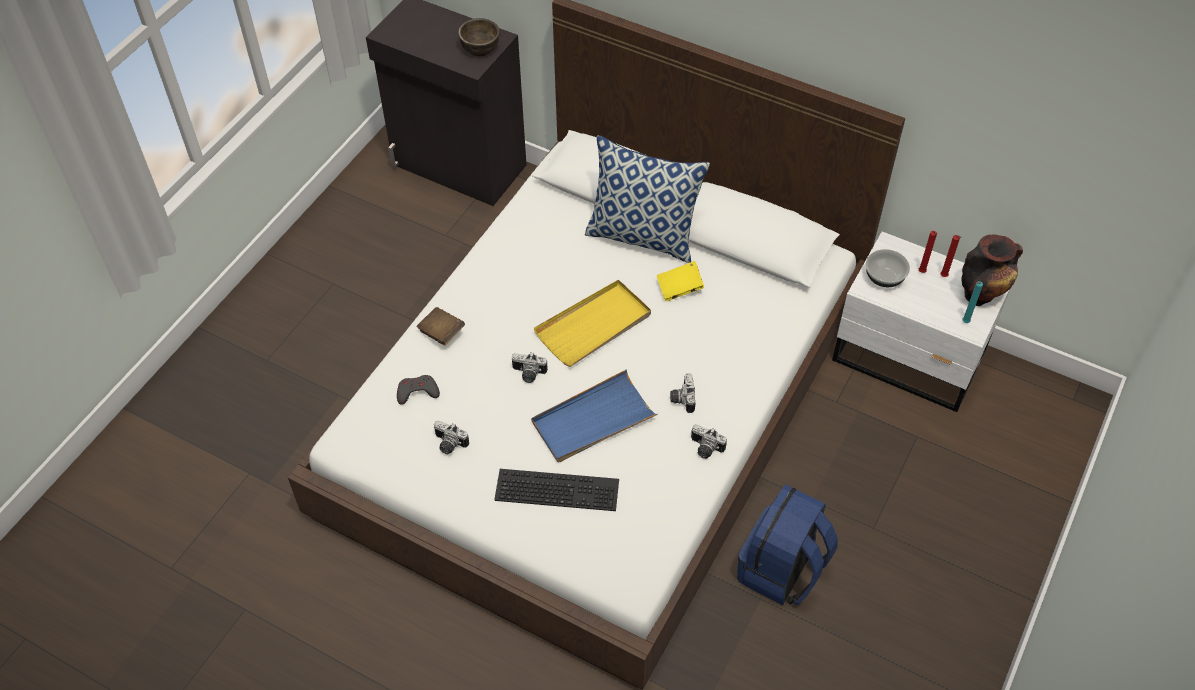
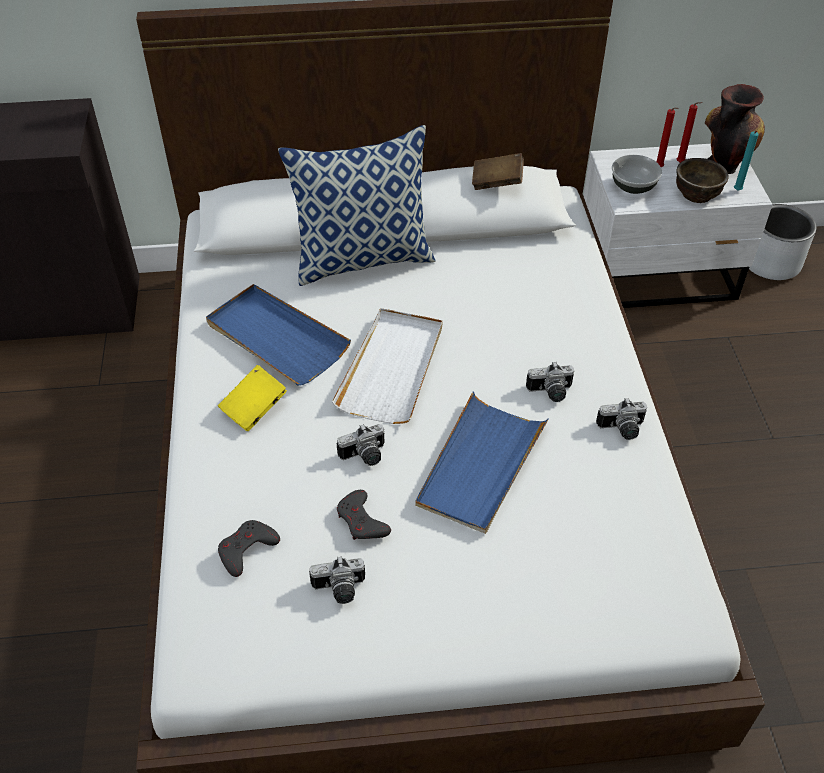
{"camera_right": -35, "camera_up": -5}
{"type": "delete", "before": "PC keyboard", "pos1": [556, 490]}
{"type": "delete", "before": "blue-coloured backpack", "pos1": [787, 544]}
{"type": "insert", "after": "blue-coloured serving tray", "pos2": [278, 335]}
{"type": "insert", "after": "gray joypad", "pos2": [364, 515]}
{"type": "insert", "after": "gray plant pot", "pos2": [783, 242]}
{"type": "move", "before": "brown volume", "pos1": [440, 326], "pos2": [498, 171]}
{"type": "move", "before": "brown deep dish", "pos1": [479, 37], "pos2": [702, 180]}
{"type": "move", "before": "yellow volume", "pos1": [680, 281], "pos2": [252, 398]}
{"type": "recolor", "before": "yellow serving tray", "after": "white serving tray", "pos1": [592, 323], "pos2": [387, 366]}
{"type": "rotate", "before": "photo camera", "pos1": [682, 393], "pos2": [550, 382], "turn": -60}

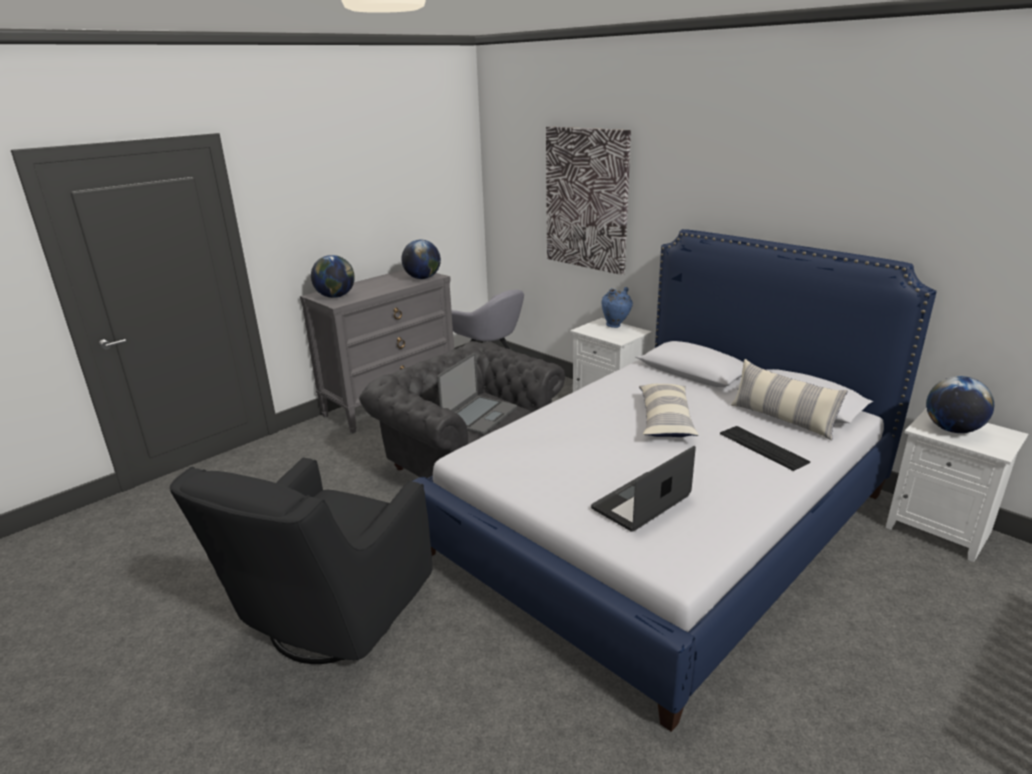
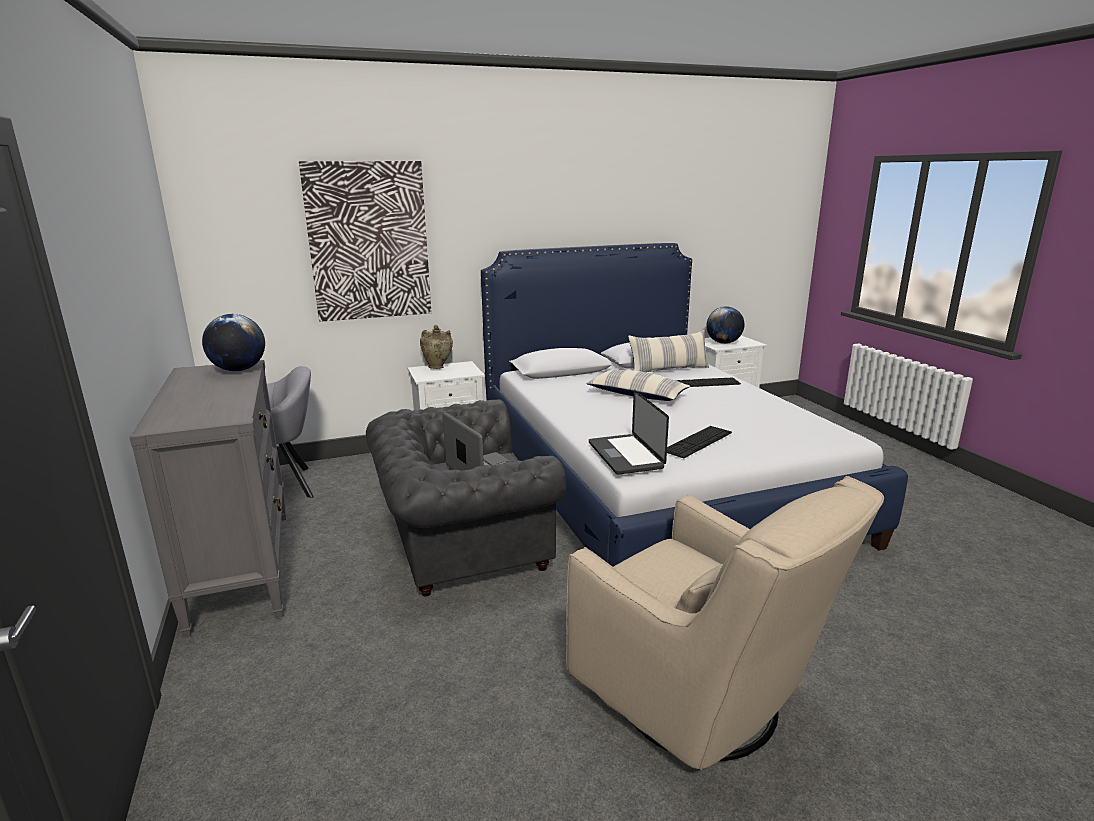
{"camera_right": -65, "camera_up": -5}
{"type": "delete", "before": "world globe", "pos1": [333, 276]}
{"type": "insert", "after": "PC keyboard", "pos2": [699, 442]}
{"type": "move", "before": "laptop", "pos1": [643, 489], "pos2": [629, 432]}
{"type": "recolor", "before": "blackish lounge chair", "after": "beige-coloured lounge chair", "pos1": [301, 560], "pos2": [725, 623]}
{"type": "recolor", "before": "blue-coloured decorative vase", "after": "beige-coloured decorative vase", "pos1": [617, 307], "pos2": [436, 347]}

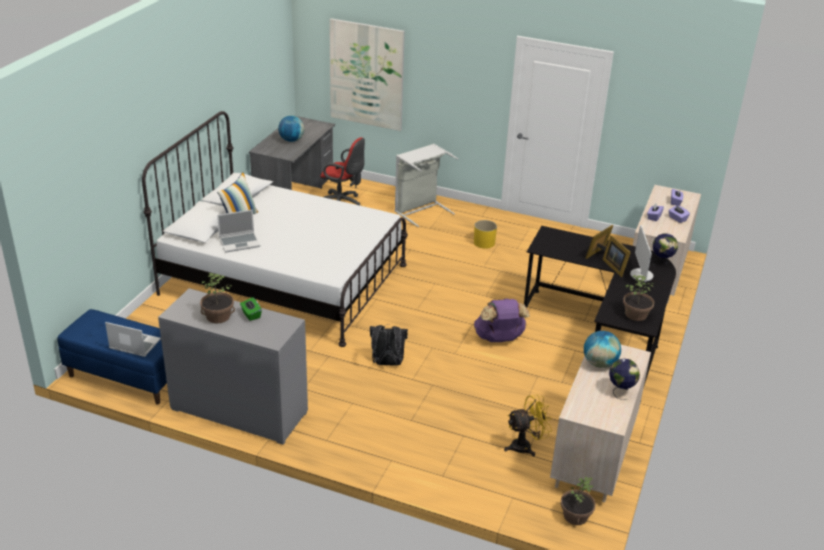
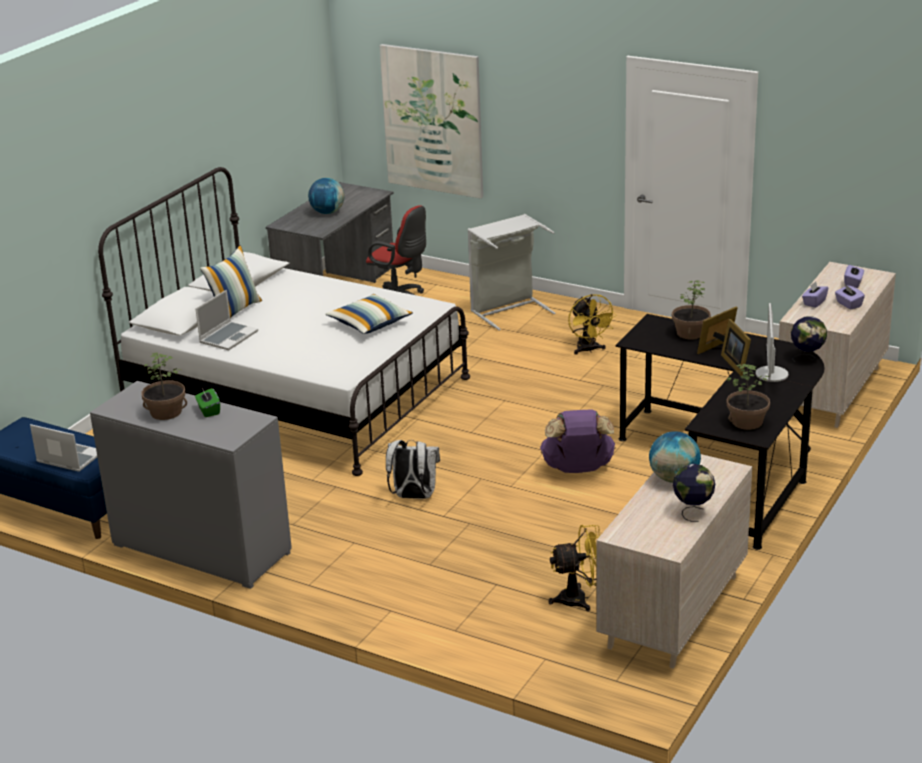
{"camera_right": 10, "camera_up": -5}
{"type": "insert", "after": "throw pillow", "pos2": [369, 314]}
{"type": "move", "before": "potted plant", "pos1": [578, 501], "pos2": [691, 309]}
{"type": "replace", "before": "yellow plant pot", "after": "yellow cooling fan", "pos1": [485, 234], "pos2": [592, 324]}
{"type": "recolor", "before": "blackish backpack", "after": "white backpack", "pos1": [389, 345], "pos2": [413, 469]}
{"type": "rotate", "before": "laptop", "pos1": [238, 231], "pos2": [226, 320], "turn": -45}

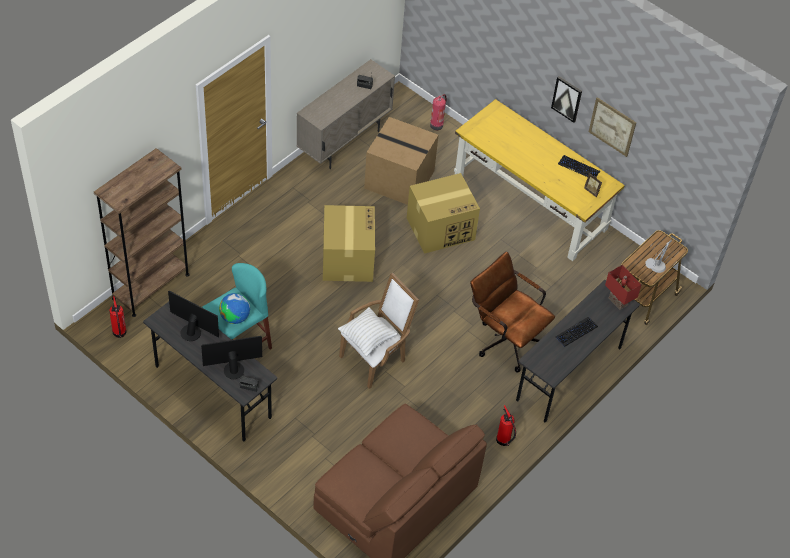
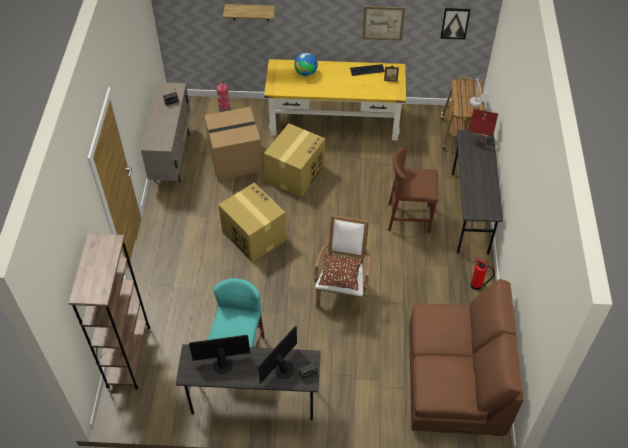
{"camera_right": -35, "camera_up": 0}
{"type": "delete", "before": "fire-fighting cylinder", "pos1": [118, 317]}
{"type": "delete", "before": "PC keyboard", "pos1": [577, 332]}
{"type": "insert", "after": "bracket shelf", "pos2": [249, 12]}
{"type": "move", "before": "world globe", "pos1": [234, 308], "pos2": [306, 64]}
{"type": "move", "before": "picture", "pos1": [566, 99], "pos2": [455, 23]}
{"type": "replace", "before": "brown desk chair", "after": "brown sitting stool", "pos1": [512, 312], "pos2": [413, 190]}
{"type": "recolor", "before": "white throw pillow", "after": "brown throw pillow", "pos1": [367, 332], "pos2": [340, 272]}

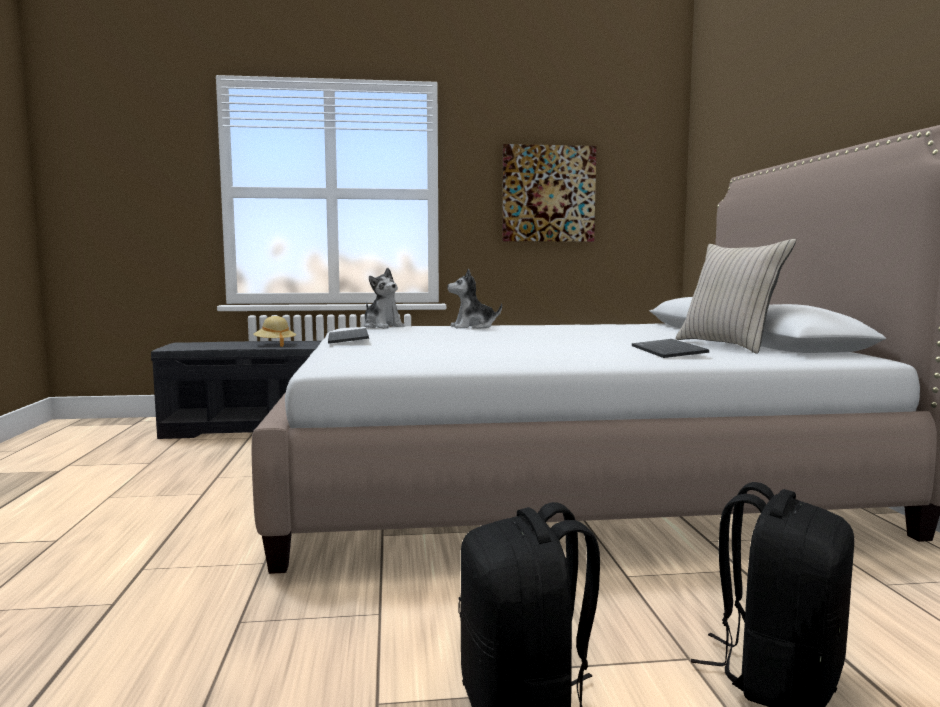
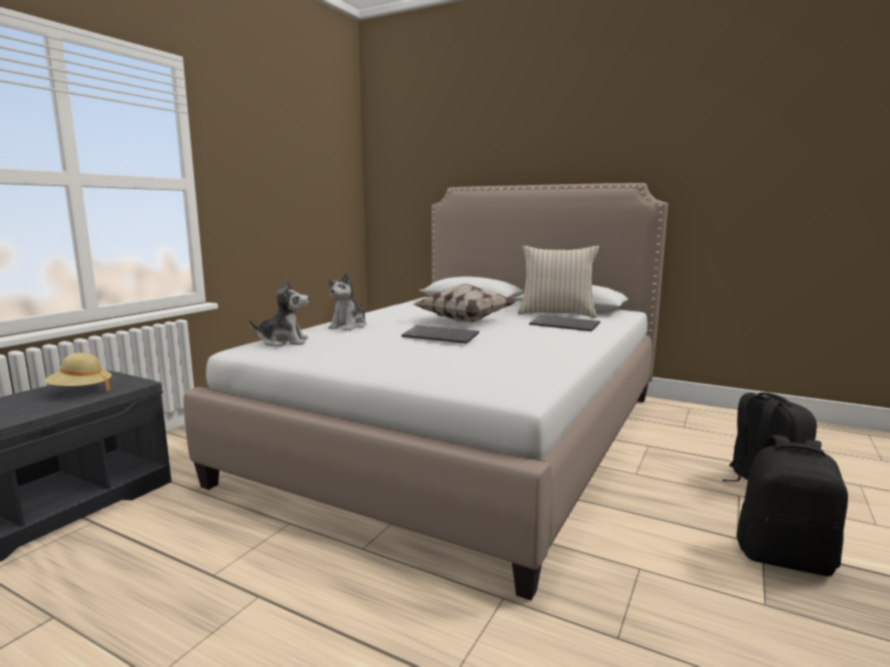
{"camera_right": -55, "camera_up": 5}
{"type": "delete", "before": "picture", "pos1": [549, 193]}
{"type": "insert", "after": "throw pillow", "pos2": [464, 303]}
{"type": "move", "before": "PC keyboard", "pos1": [348, 336], "pos2": [440, 334]}

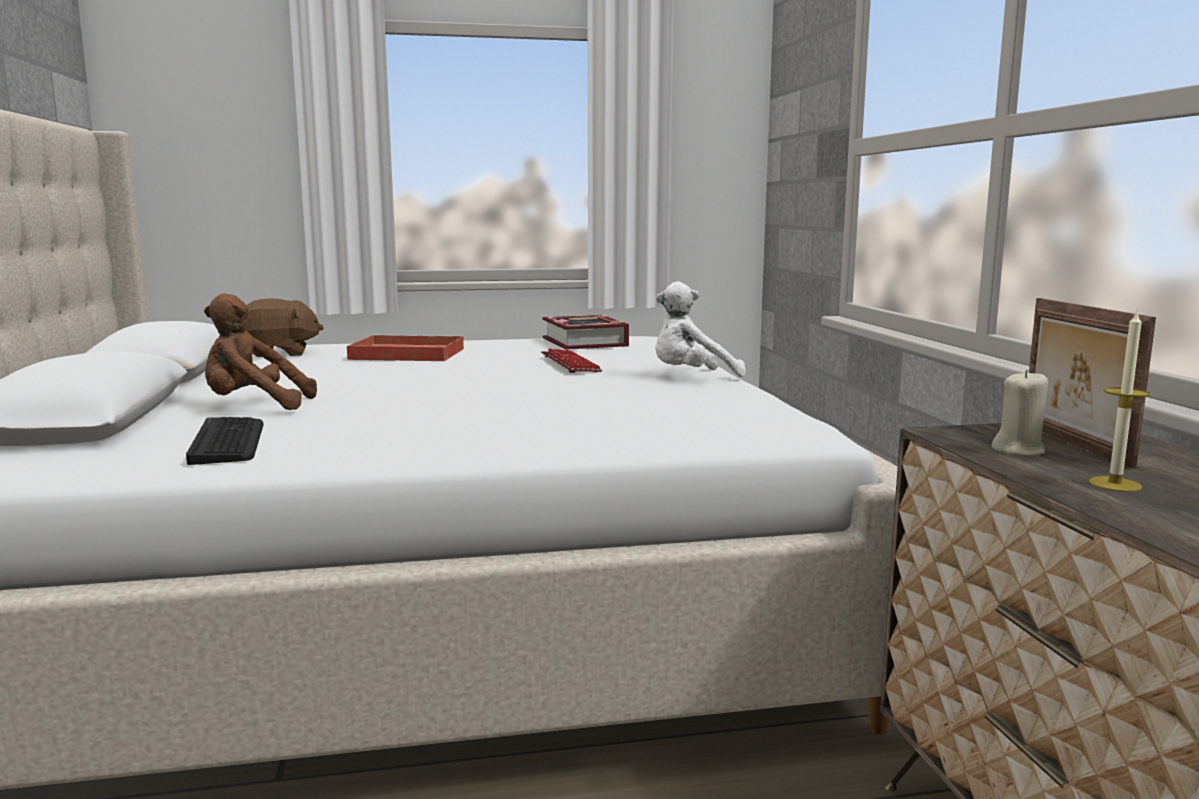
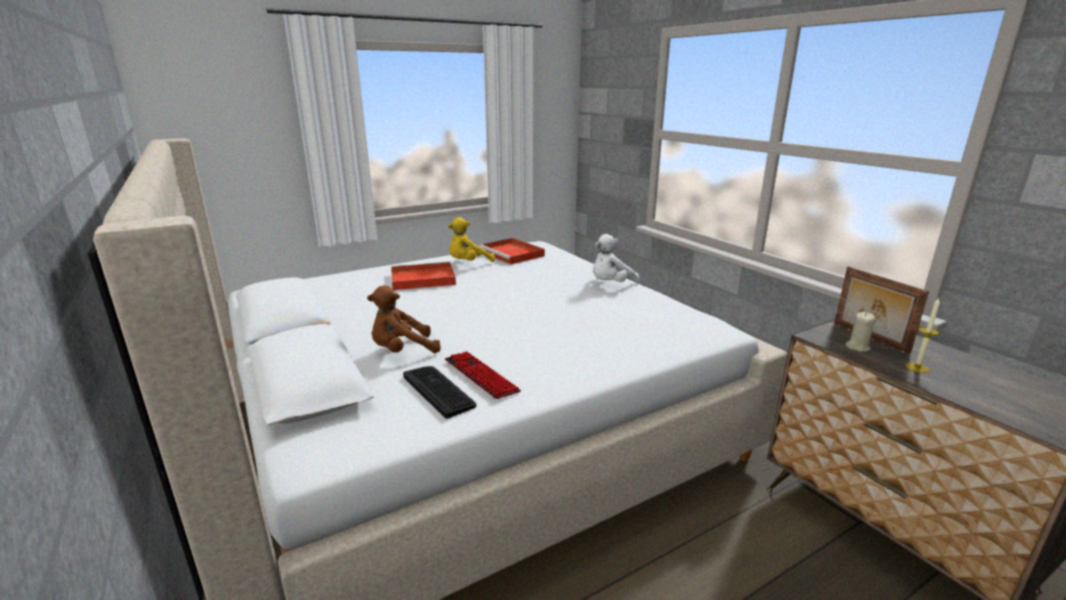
{"camera_right": -20, "camera_up": 10}
{"type": "delete", "before": "brown plush toy", "pos1": [284, 327]}
{"type": "insert", "after": "yellow plush toy", "pos2": [471, 239]}
{"type": "move", "before": "PC keyboard", "pos1": [571, 360], "pos2": [482, 375]}
{"type": "replace", "before": "volume", "after": "red serving tray", "pos1": [586, 332], "pos2": [512, 251]}

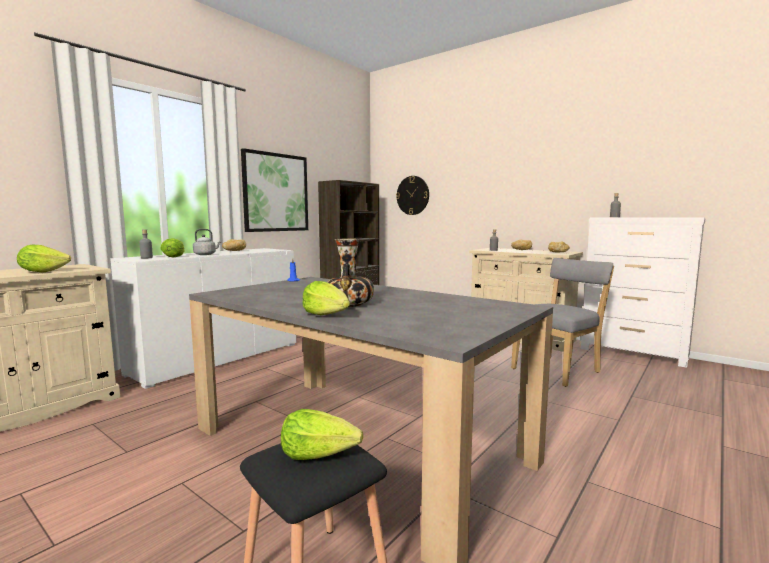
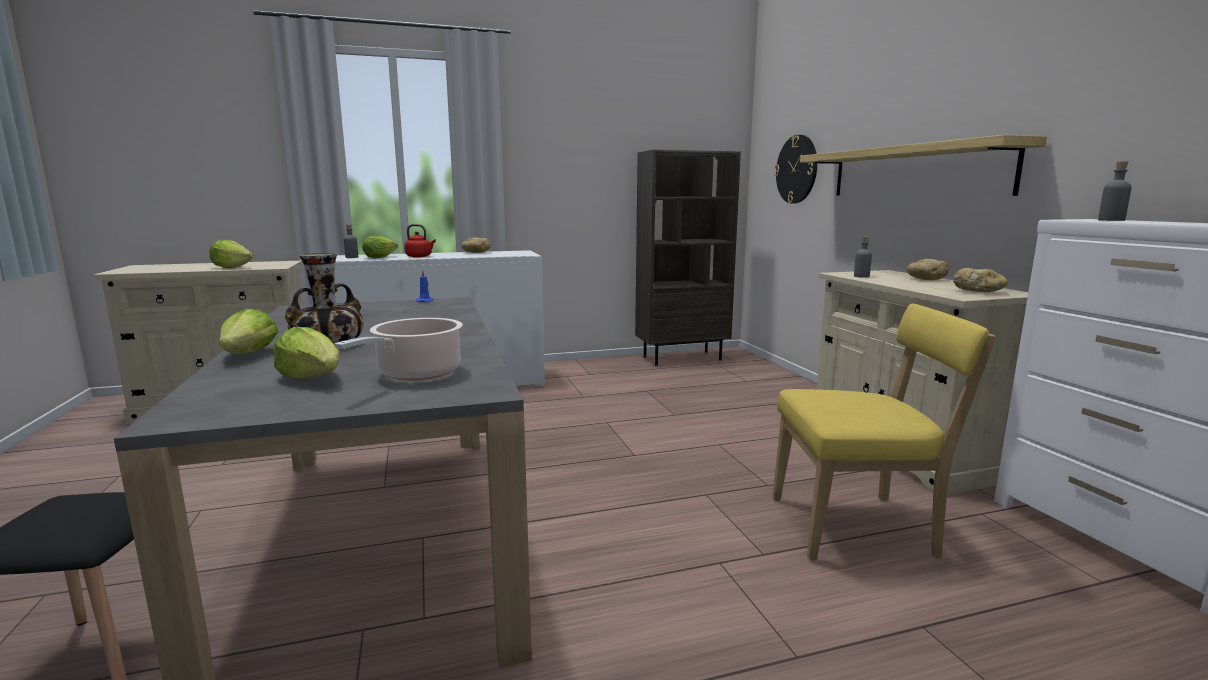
{"camera_right": 35, "camera_up": 5}
{"type": "delete", "before": "picture", "pos1": [274, 190]}
{"type": "insert", "after": "saucepot", "pos2": [399, 349]}
{"type": "insert", "after": "bracket shelf", "pos2": [923, 165]}
{"type": "move", "before": "head of lettuce", "pos1": [322, 434], "pos2": [306, 353]}
{"type": "recolor", "before": "gray kettle", "after": "red kettle", "pos1": [207, 242], "pos2": [420, 240]}
{"type": "recolor", "before": "gray chair", "after": "yellow chair", "pos1": [562, 322], "pos2": [884, 431]}

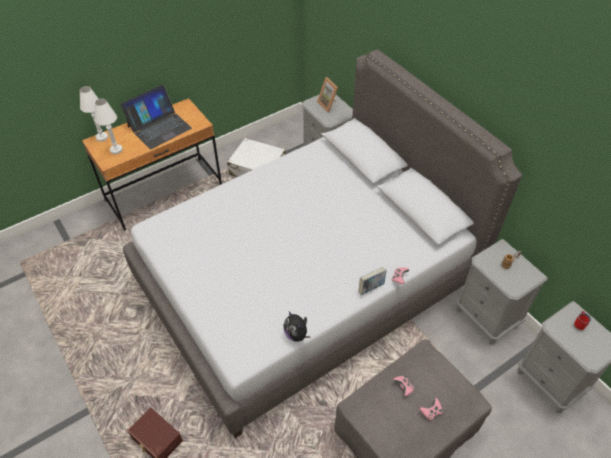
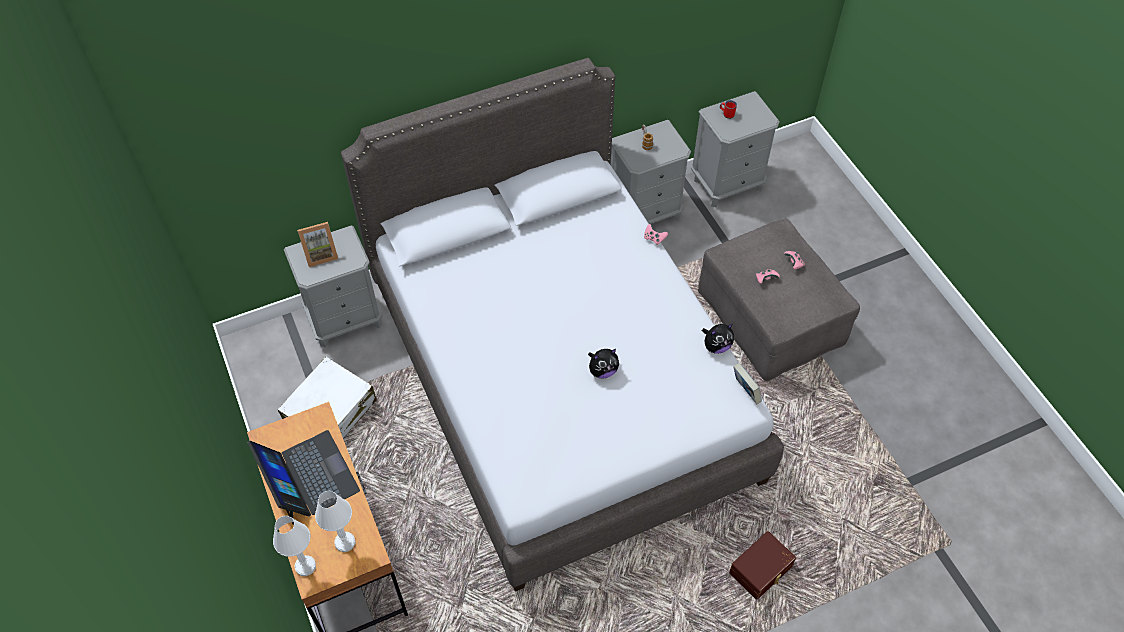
{"camera_right": -80, "camera_up": 5}
{"type": "insert", "after": "plush toy", "pos2": [603, 364]}
{"type": "move", "before": "volume", "pos1": [373, 281], "pos2": [747, 383]}

